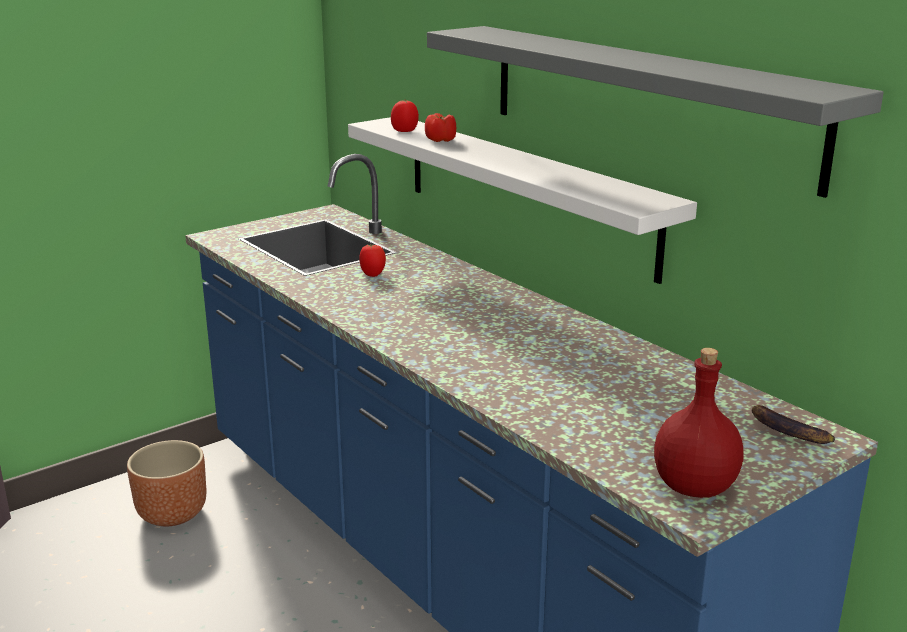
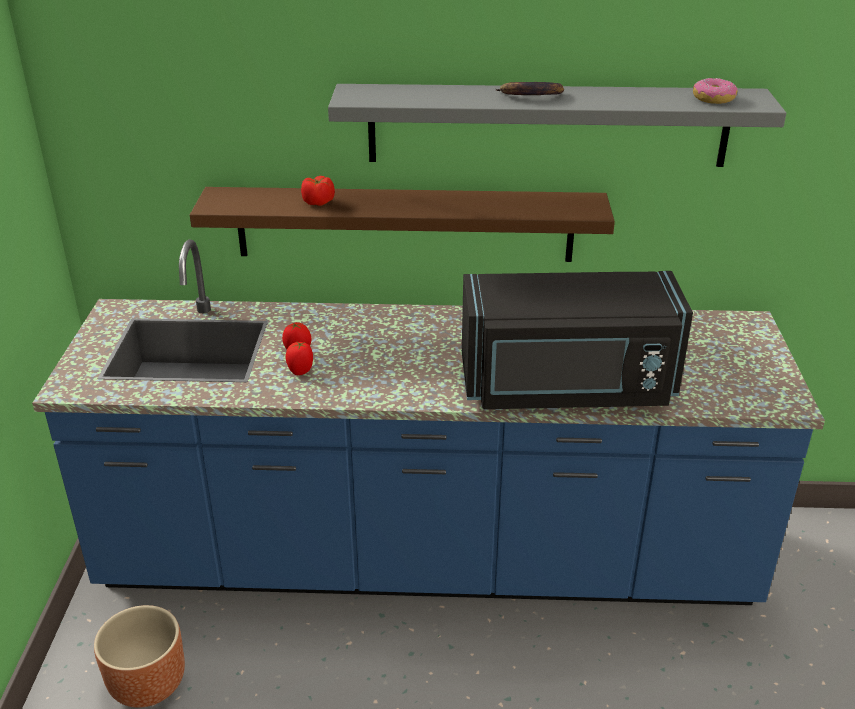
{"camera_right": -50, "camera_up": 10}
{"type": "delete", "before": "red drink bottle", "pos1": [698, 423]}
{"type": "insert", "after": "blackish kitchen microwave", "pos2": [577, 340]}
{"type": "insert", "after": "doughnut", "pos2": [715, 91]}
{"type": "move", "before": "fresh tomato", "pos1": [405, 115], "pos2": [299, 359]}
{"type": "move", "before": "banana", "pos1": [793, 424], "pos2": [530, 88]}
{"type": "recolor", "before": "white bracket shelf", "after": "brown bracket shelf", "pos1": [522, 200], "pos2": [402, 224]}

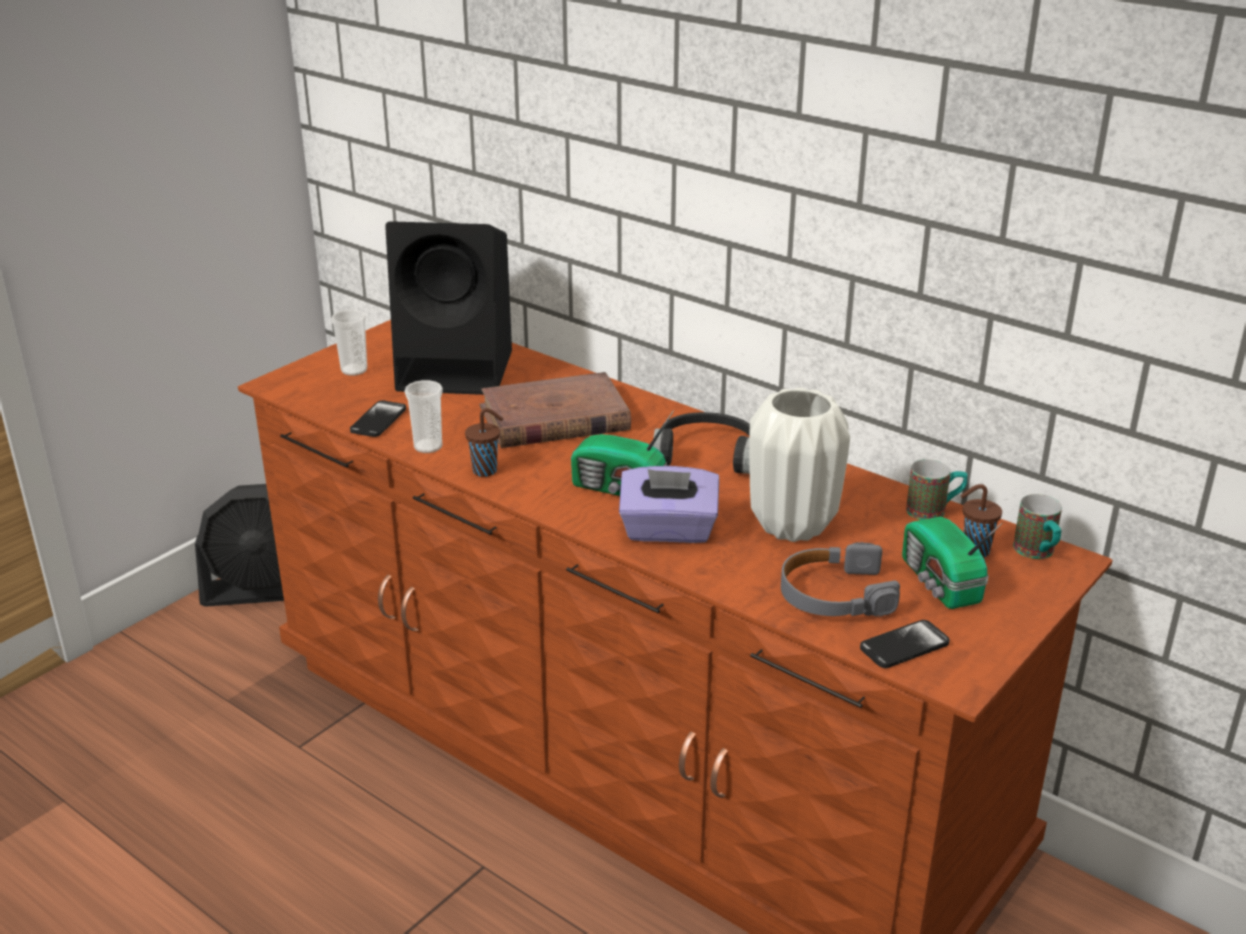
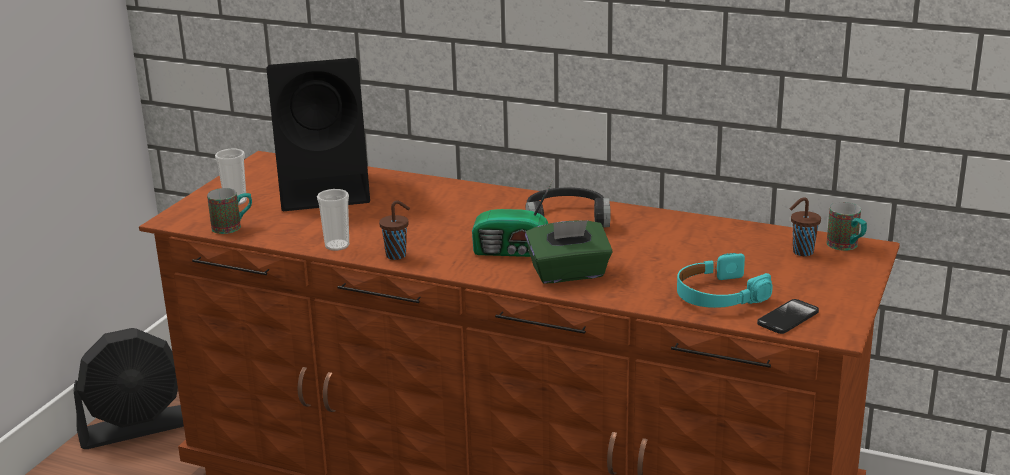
{"camera_right": -15, "camera_up": -5}
{"type": "delete", "before": "telephone", "pos1": [378, 418]}
{"type": "delete", "before": "brown volume", "pos1": [555, 410]}
{"type": "delete", "before": "white decorative vase", "pos1": [799, 464]}
{"type": "delete", "before": "radio", "pos1": [952, 563]}
{"type": "move", "before": "mug", "pos1": [937, 489], "pos2": [229, 211]}
{"type": "recolor", "before": "purple tissue box", "after": "green-coloured tissue box", "pos1": [669, 504], "pos2": [569, 252]}
{"type": "recolor", "before": "gray headset", "after": "turquoise headset", "pos1": [840, 579], "pos2": [725, 280]}

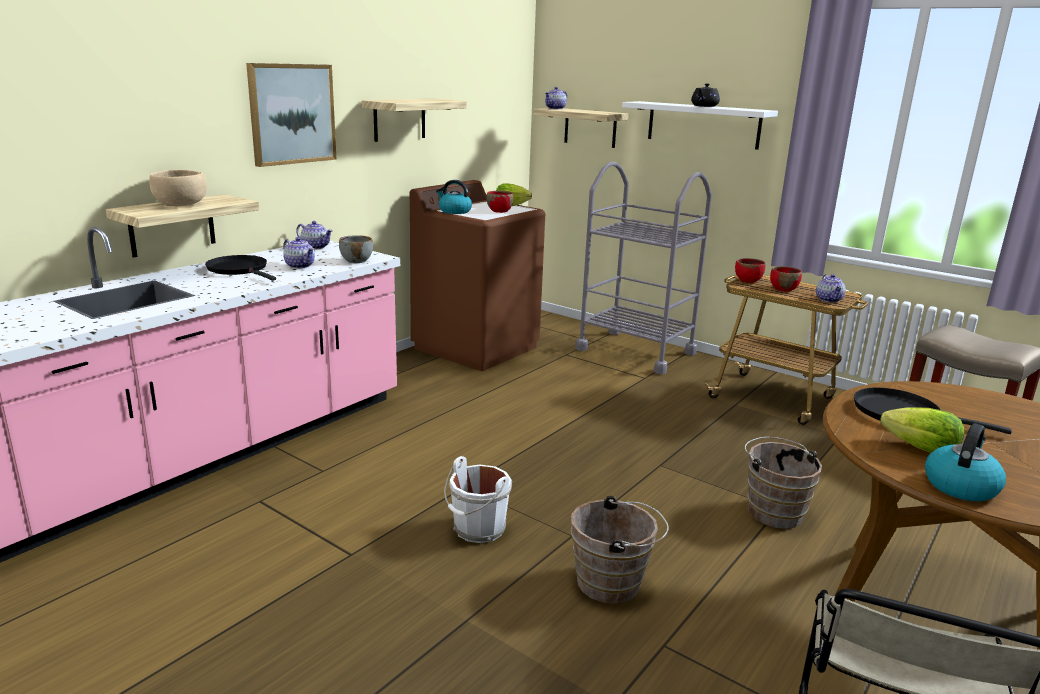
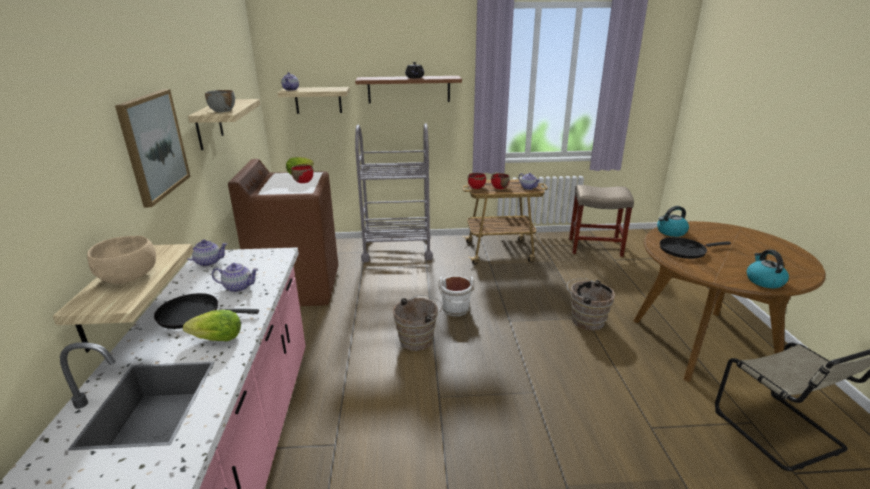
{"camera_right": -40, "camera_up": 5}
{"type": "move", "before": "gray deep dish", "pos1": [356, 249], "pos2": [220, 101]}
{"type": "move", "before": "kettle", "pos1": [454, 197], "pos2": [673, 221]}
{"type": "move", "before": "white water bucket", "pos1": [478, 499], "pos2": [456, 296]}
{"type": "move", "before": "brown water bucket", "pos1": [620, 550], "pos2": [417, 323]}
{"type": "move", "before": "head of lettuce", "pos1": [922, 430], "pos2": [212, 325]}
{"type": "recolor", "before": "white bracket shelf", "after": "brown bracket shelf", "pos1": [700, 125], "pos2": [408, 89]}

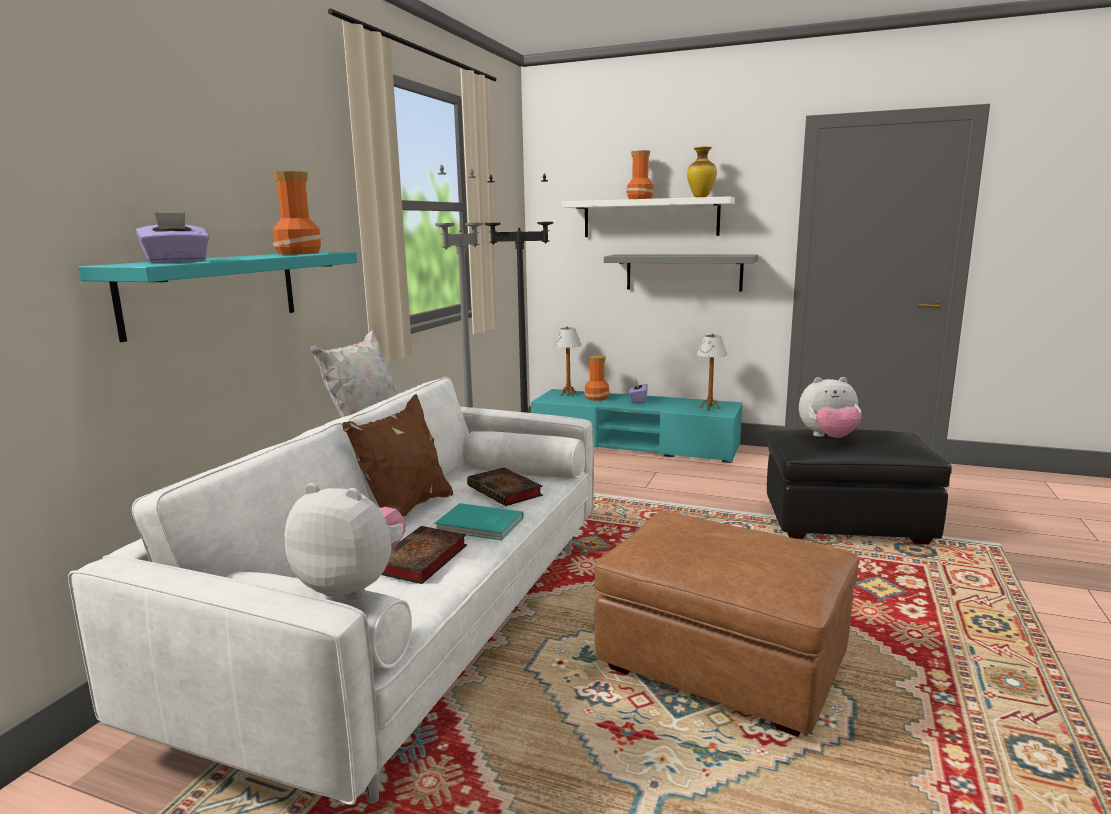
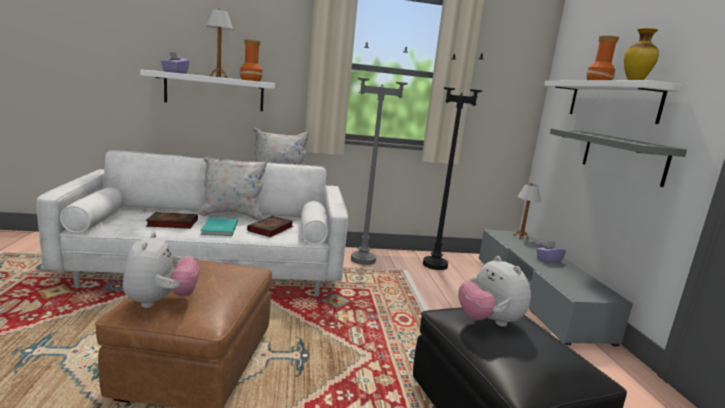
{"camera_right": 60, "camera_up": 0}
{"type": "delete", "before": "decorative vase", "pos1": [597, 378]}
{"type": "move", "before": "plush toy", "pos1": [345, 541], "pos2": [161, 270]}
{"type": "move", "before": "tabletop lamp", "pos1": [712, 372], "pos2": [219, 43]}
{"type": "recolor", "before": "turquoise bracket shelf", "after": "white bracket shelf", "pos1": [217, 297], "pos2": [207, 90]}
{"type": "recolor", "before": "brown throw pillow", "after": "white throw pillow", "pos1": [397, 455], "pos2": [232, 189]}
{"type": "recolor", "before": "turquoise tv unit", "after": "gray tv unit", "pos1": [636, 426], "pos2": [556, 288]}

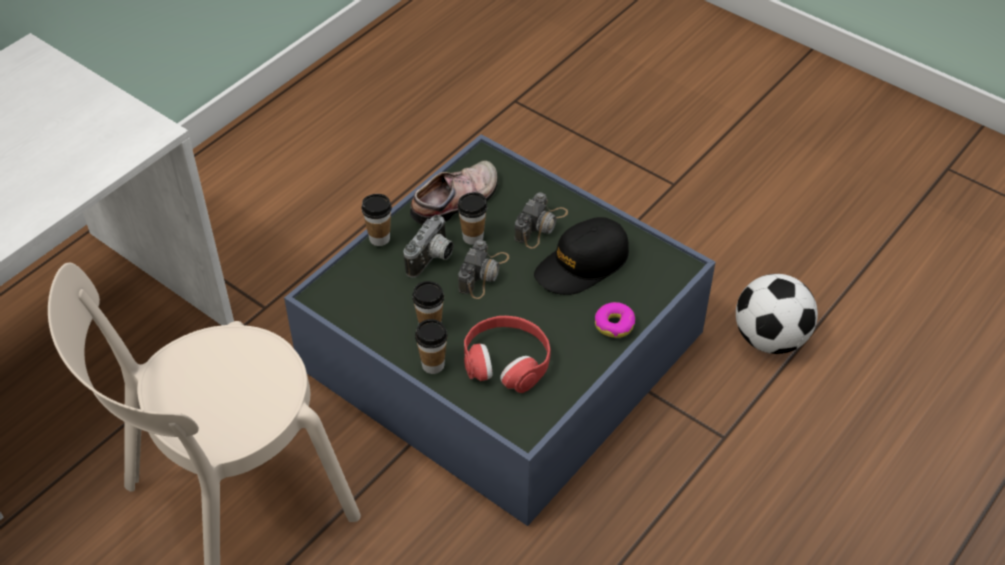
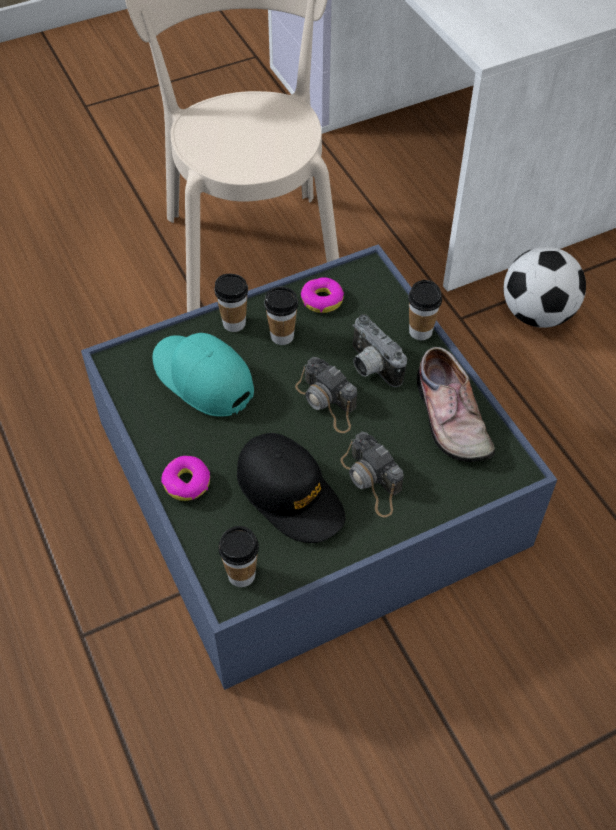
{"camera_right": 115, "camera_up": 5}
{"type": "insert", "after": "doughnut", "pos2": [322, 295]}
{"type": "move", "before": "drinking cup", "pos1": [472, 218], "pos2": [238, 556]}
{"type": "move", "before": "ball for football", "pos1": [777, 314], "pos2": [545, 287]}
{"type": "replace", "before": "red headset", "after": "turquoise peaked cap", "pos1": [507, 354], "pos2": [203, 375]}
{"type": "rotate", "before": "blackish peaked cap", "pos1": [581, 256], "pos2": [291, 488], "turn": 150}

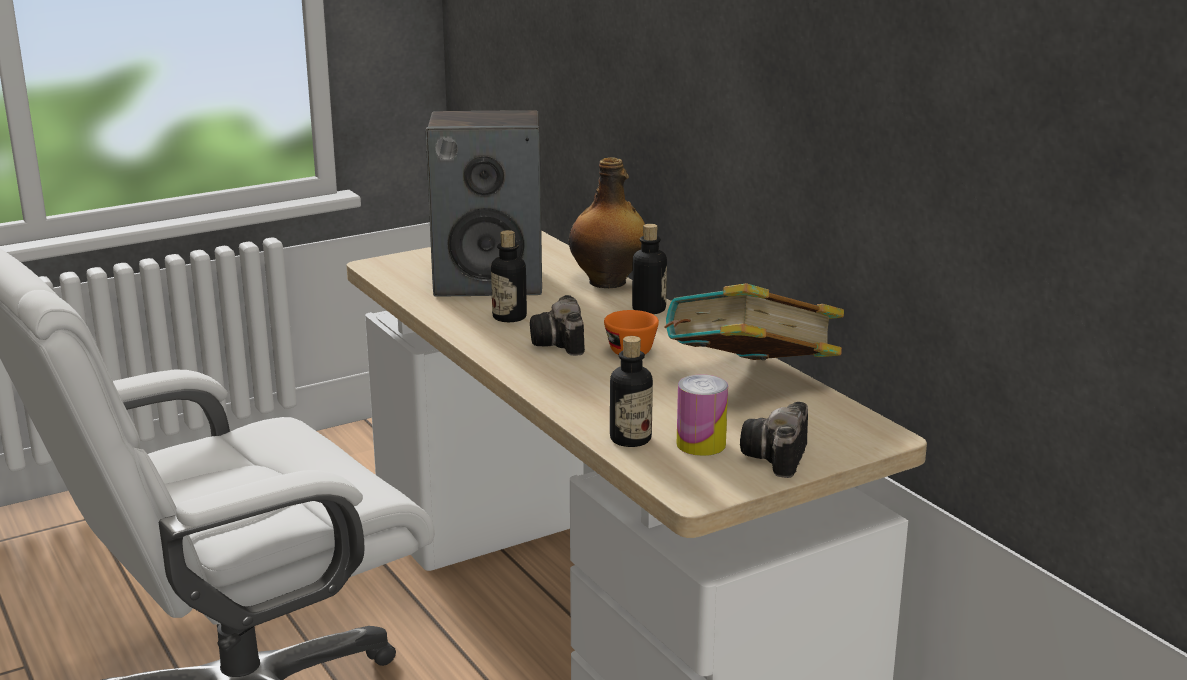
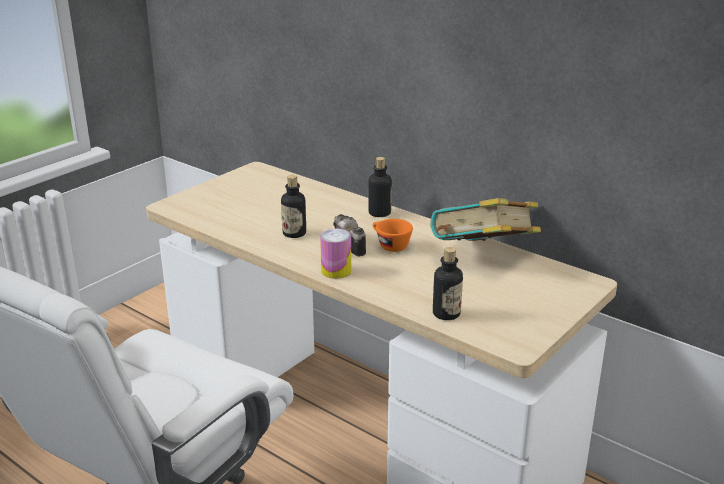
{"camera_right": -20, "camera_up": 5}
{"type": "delete", "before": "audio speaker", "pos1": [484, 203]}
{"type": "delete", "before": "drink bottle", "pos1": [607, 222]}
{"type": "delete", "before": "photo camera", "pos1": [774, 440]}
{"type": "move", "before": "sealed can", "pos1": [702, 415], "pos2": [335, 254]}

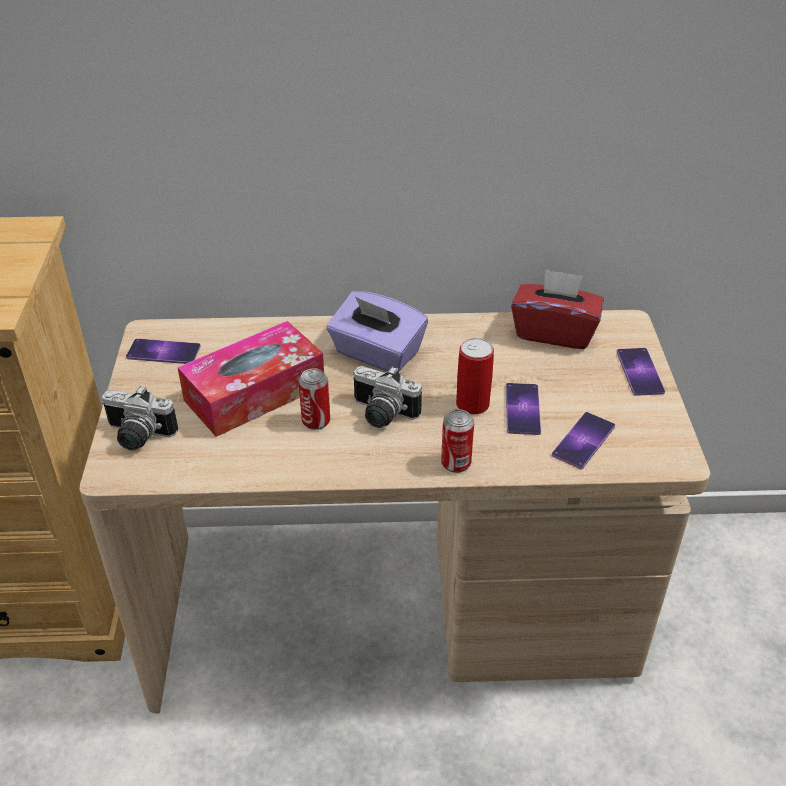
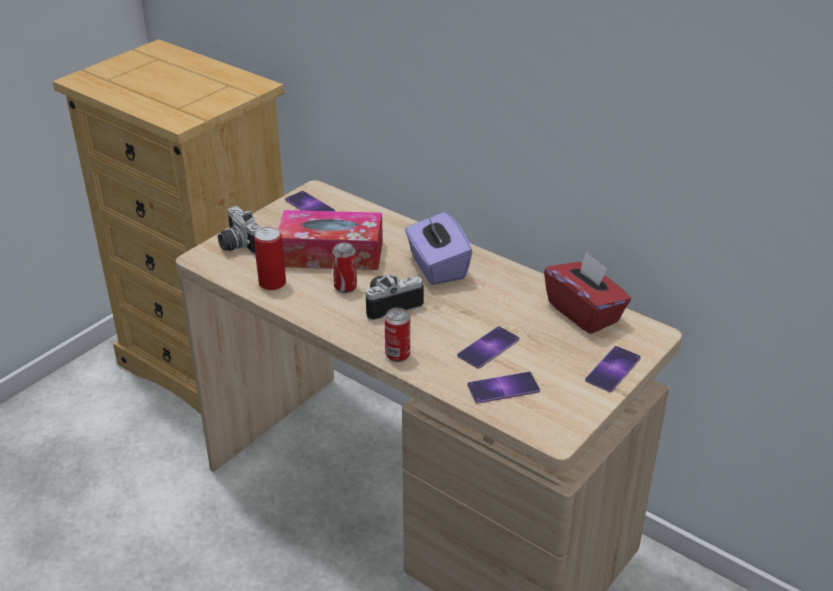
{"camera_right": 40, "camera_up": -5}
{"type": "move", "before": "sealed can", "pos1": [475, 376], "pos2": [270, 258]}
{"type": "rotate", "before": "photo camera", "pos1": [387, 397], "pos2": [394, 297], "turn": 90}

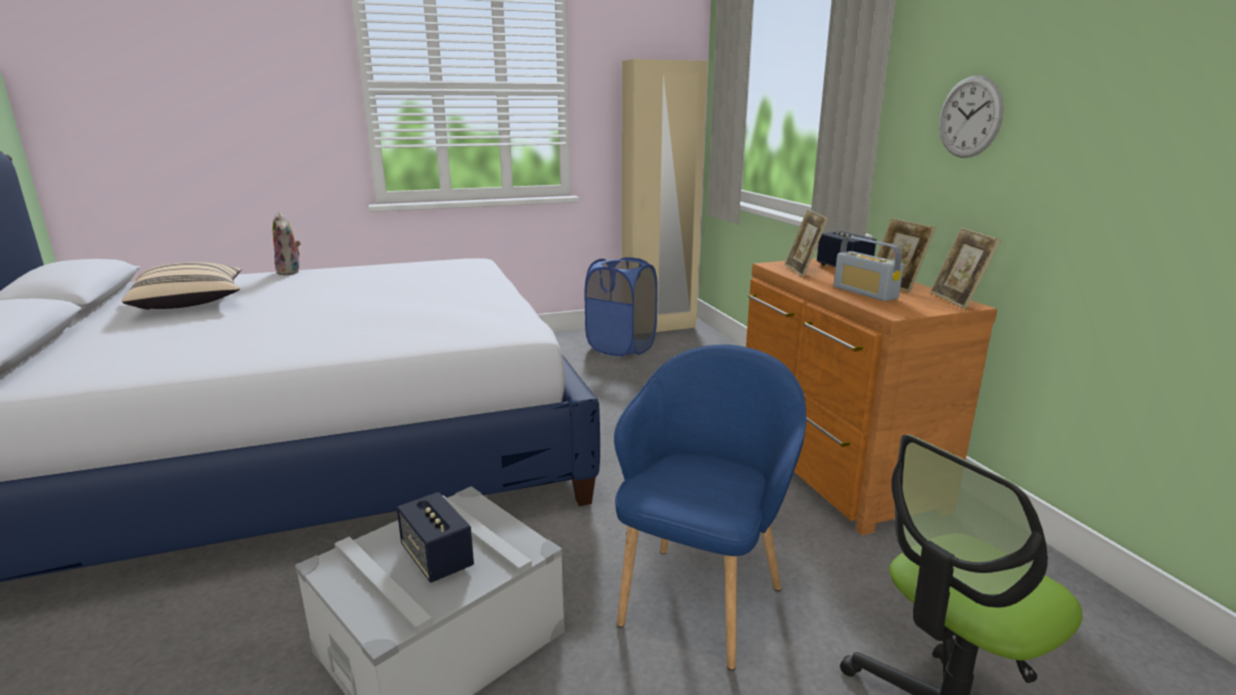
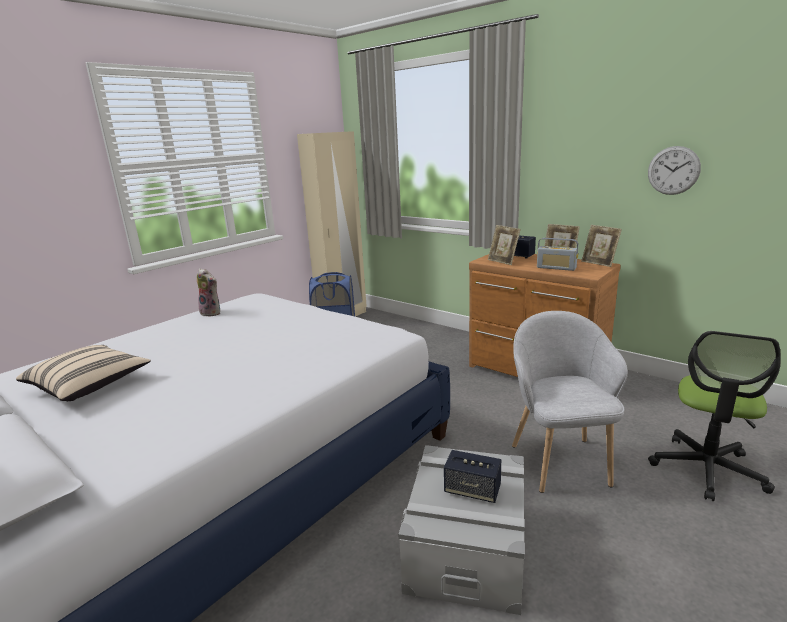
{"camera_right": -30, "camera_up": 0}
{"type": "move", "before": "plush toy", "pos1": [287, 243], "pos2": [208, 292]}
{"type": "move", "before": "wall clock", "pos1": [971, 116], "pos2": [674, 170]}
{"type": "recolor", "before": "blue-coloured lounge chair", "after": "gray lounge chair", "pos1": [710, 508], "pos2": [570, 402]}

